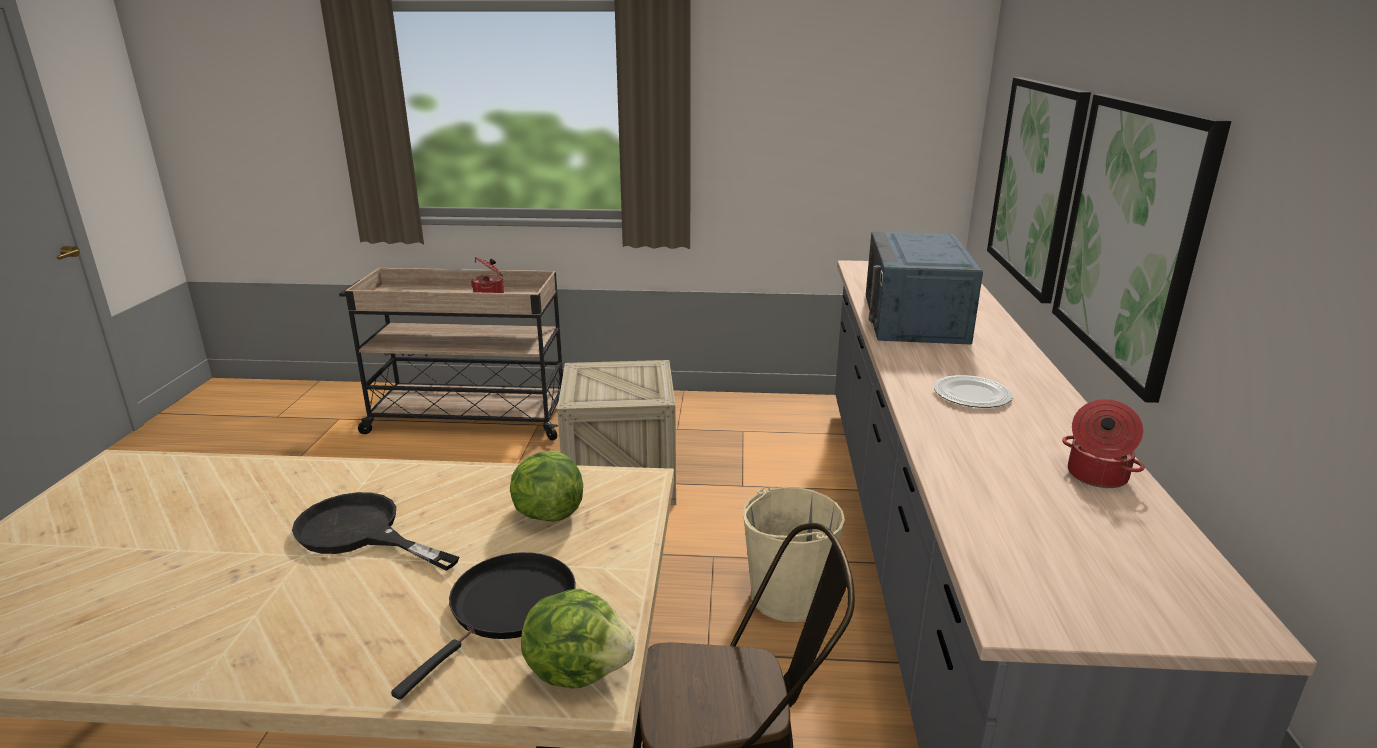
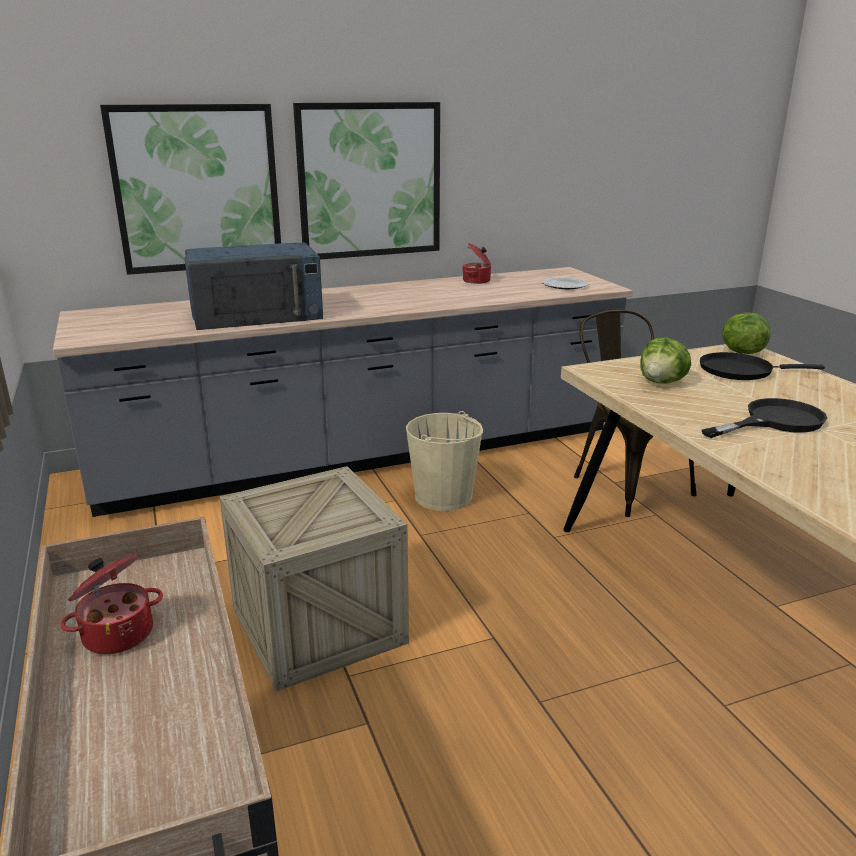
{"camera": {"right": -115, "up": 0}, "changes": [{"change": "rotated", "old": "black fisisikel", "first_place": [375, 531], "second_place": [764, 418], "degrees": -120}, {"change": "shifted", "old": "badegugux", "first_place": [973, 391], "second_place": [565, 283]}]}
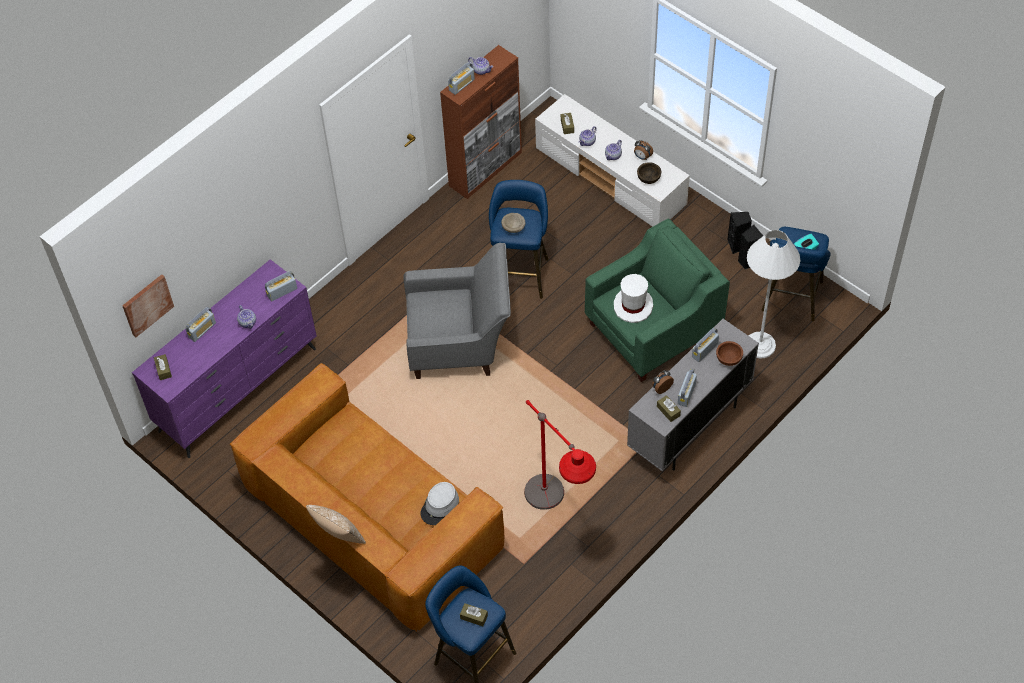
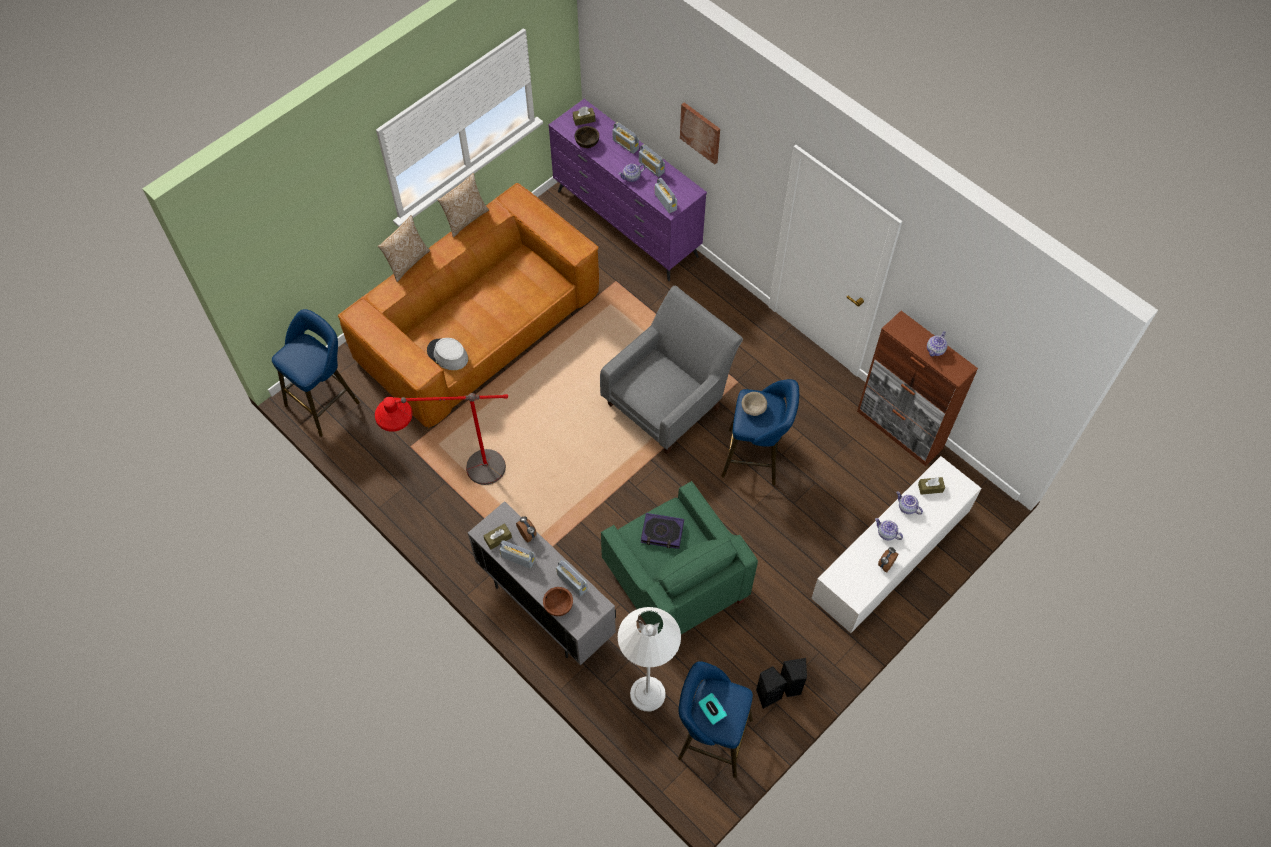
{"camera": {"right": 90, "up": 5}, "changes": [{"change": "shifted", "old": "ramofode", "first_place": [148, 305], "second_place": [700, 133]}, {"change": "rotated", "old": "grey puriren", "first_place": [457, 311], "second_place": [671, 370], "degrees": -135}, {"change": "shifted", "old": "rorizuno", "first_place": [461, 78], "second_place": [652, 160]}, {"change": "gone", "old": "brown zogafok", "first_place": [474, 614]}, {"change": "swapped", "old": "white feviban", "new": "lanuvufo", "first_place": [633, 298], "second_place": [662, 531]}, {"change": "shifted", "old": "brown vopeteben", "first_place": [649, 173], "second_place": [587, 137]}, {"change": "new", "new": "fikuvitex", "second_place": [463, 205]}]}
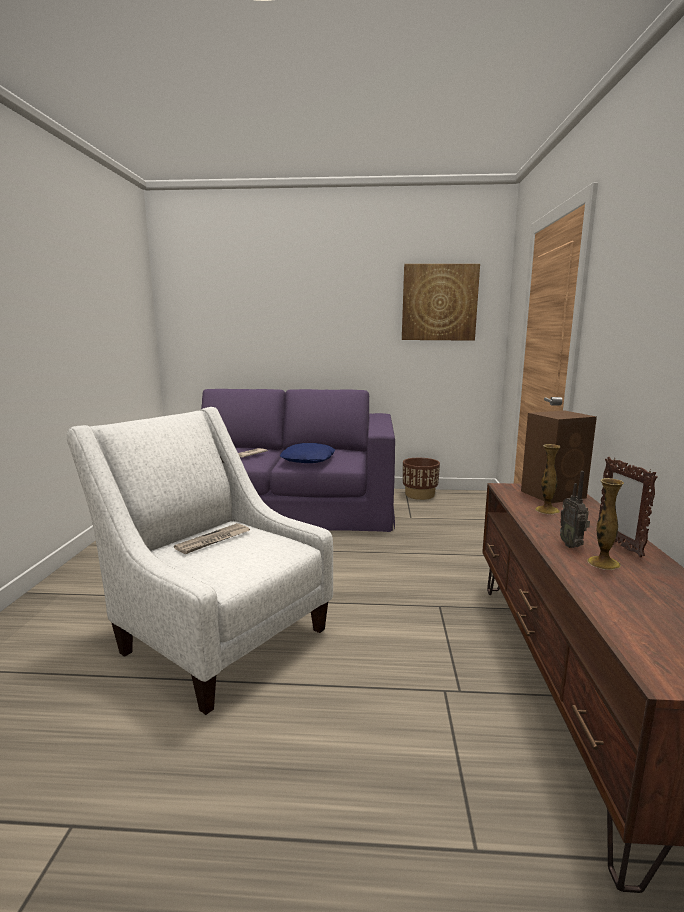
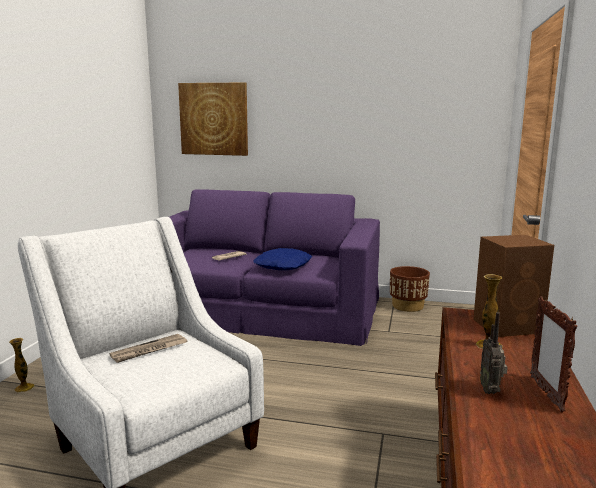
{"camera": {"right": 10, "up": 0}, "changes": [{"change": "shifted", "old": "ramofode", "first_place": [441, 302], "second_place": [213, 119]}, {"change": "shifted", "old": "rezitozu", "first_place": [605, 524], "second_place": [22, 365]}]}
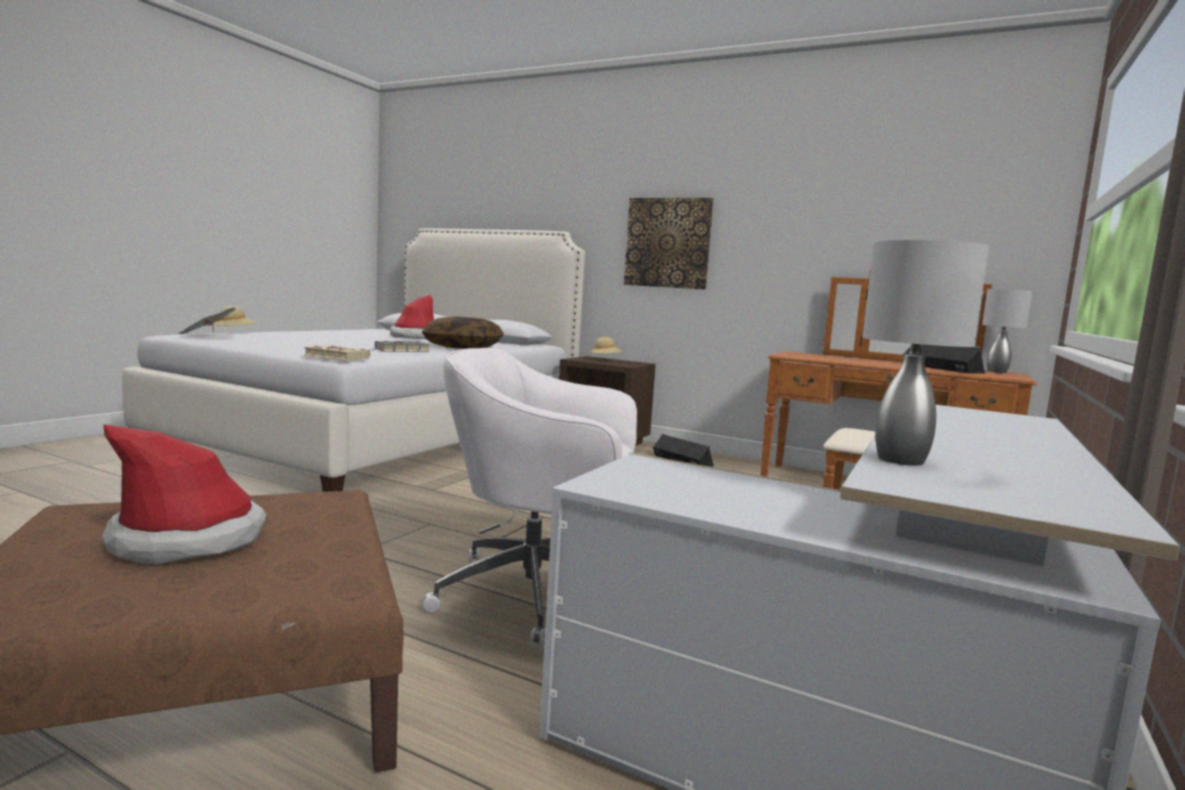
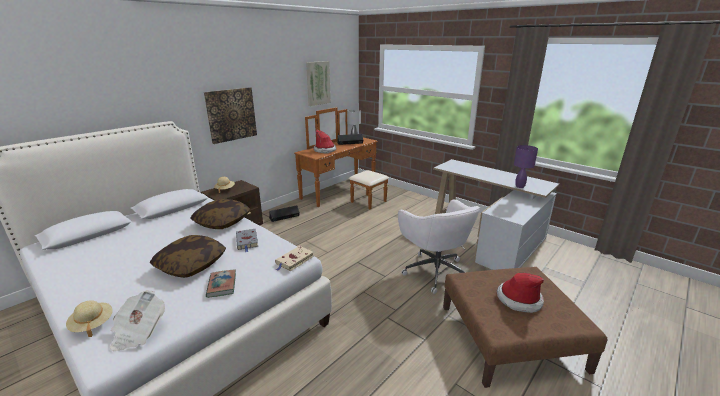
{"camera": {"right": -75, "up": 15}, "changes": [{"change": "shifted", "old": "feviban", "first_place": [412, 317], "second_place": [325, 141]}, {"change": "rotated", "old": "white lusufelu", "first_place": [529, 498], "second_place": [439, 247], "degrees": -45}, {"change": "repainted", "old": "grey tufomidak", "new": "purple tufomidak", "first_place": [925, 353], "second_place": [526, 166]}, {"change": "new", "new": "fikuvitex", "second_place": [188, 256]}, {"change": "new", "new": "lanuvufo", "second_place": [221, 283]}, {"change": "new", "new": "ramofode", "second_place": [318, 83]}]}
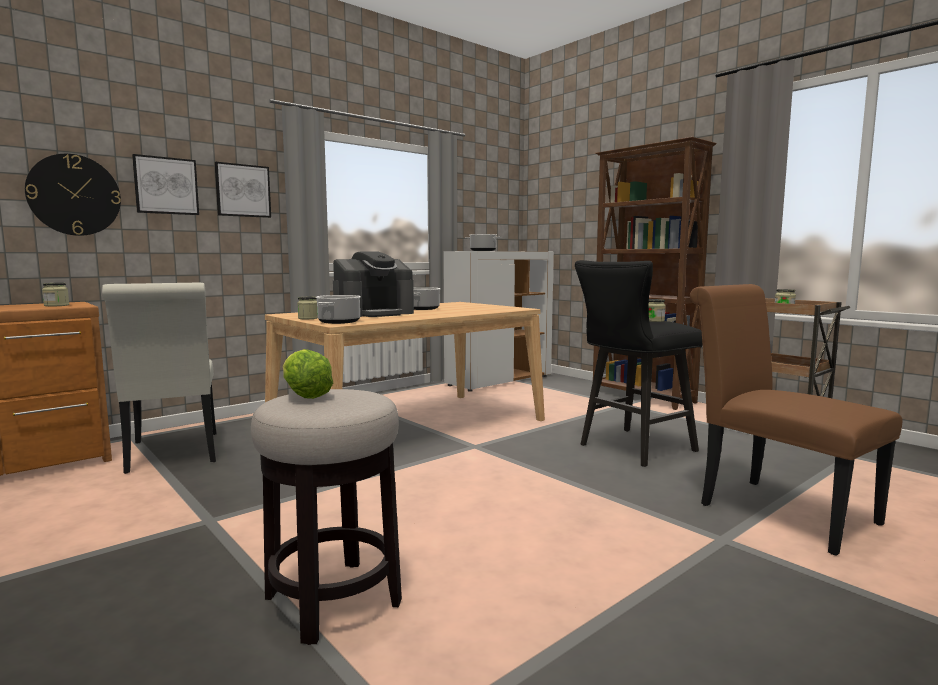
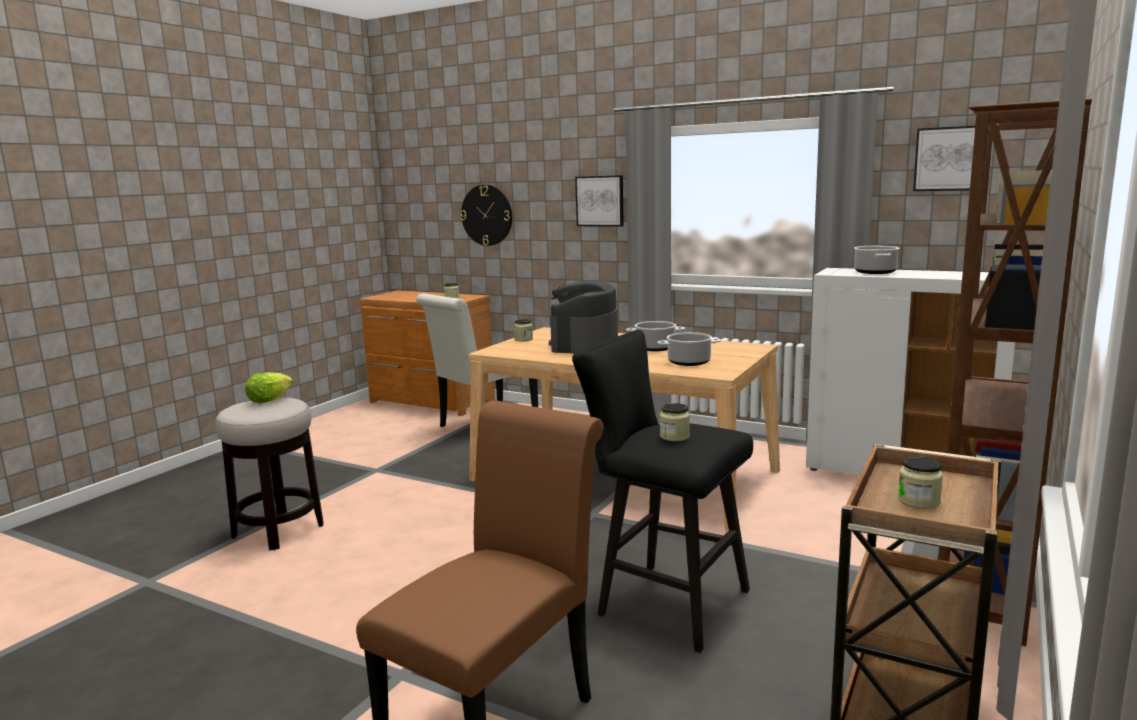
{"camera": {"right": 70, "up": 5}, "changes": [{"change": "shifted", "old": "ramofode", "first_place": [165, 184], "second_place": [944, 158]}, {"change": "shifted", "old": "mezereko", "first_place": [338, 309], "second_place": [689, 349]}, {"change": "rotated", "old": "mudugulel", "first_place": [373, 284], "second_place": [583, 317], "degrees": 75}]}
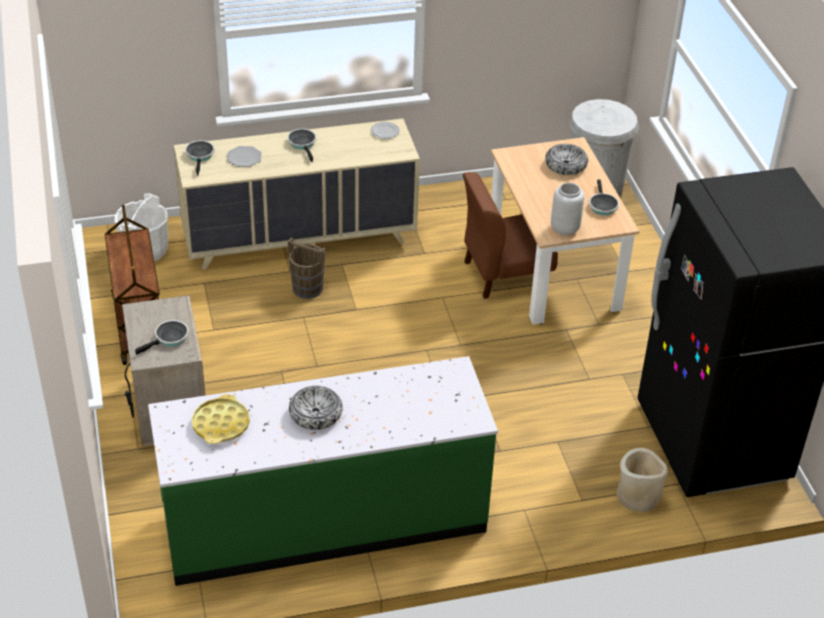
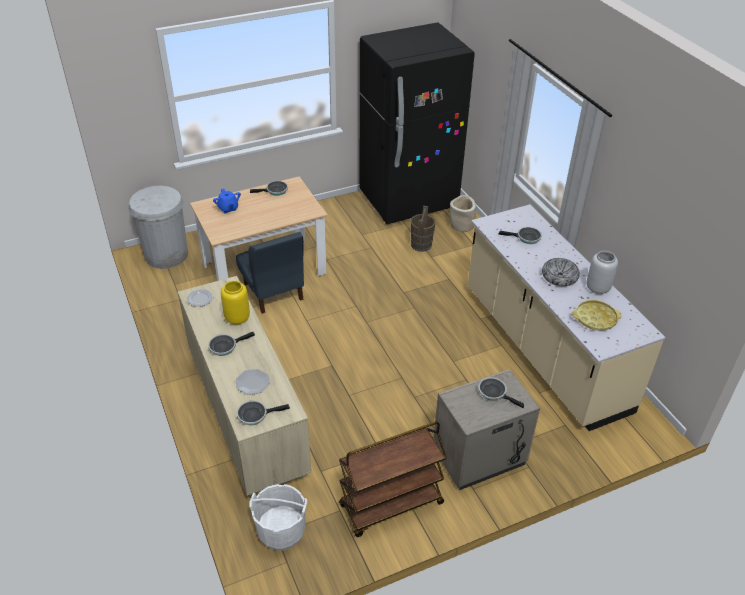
{"camera": {"right": -100, "up": 0}, "changes": [{"change": "repainted", "old": "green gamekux", "new": "beige gamekux", "first_place": [323, 471], "second_place": [567, 317]}, {"change": "shifted", "old": "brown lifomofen", "first_place": [307, 268], "second_place": [422, 229]}, {"change": "repainted", "old": "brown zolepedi", "new": "blue zolepedi", "first_place": [510, 235], "second_place": [270, 273]}, {"change": "swapped", "old": "vopeteben", "new": "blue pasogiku", "first_place": [566, 159], "second_place": [227, 200]}, {"change": "shifted", "old": "grey rezitozu", "first_place": [567, 209], "second_place": [602, 272]}, {"change": "new", "new": "yellow rezitozu", "second_place": [235, 303]}, {"change": "new", "new": "fisisikel", "second_place": [520, 235]}]}
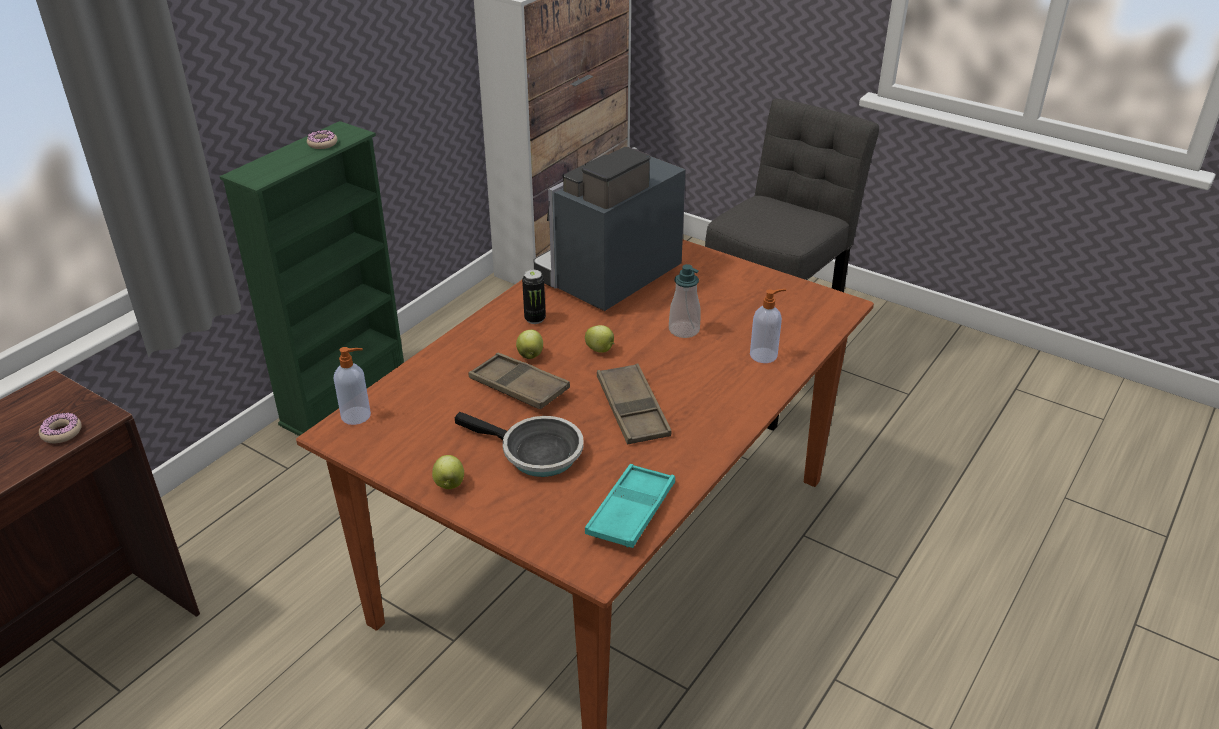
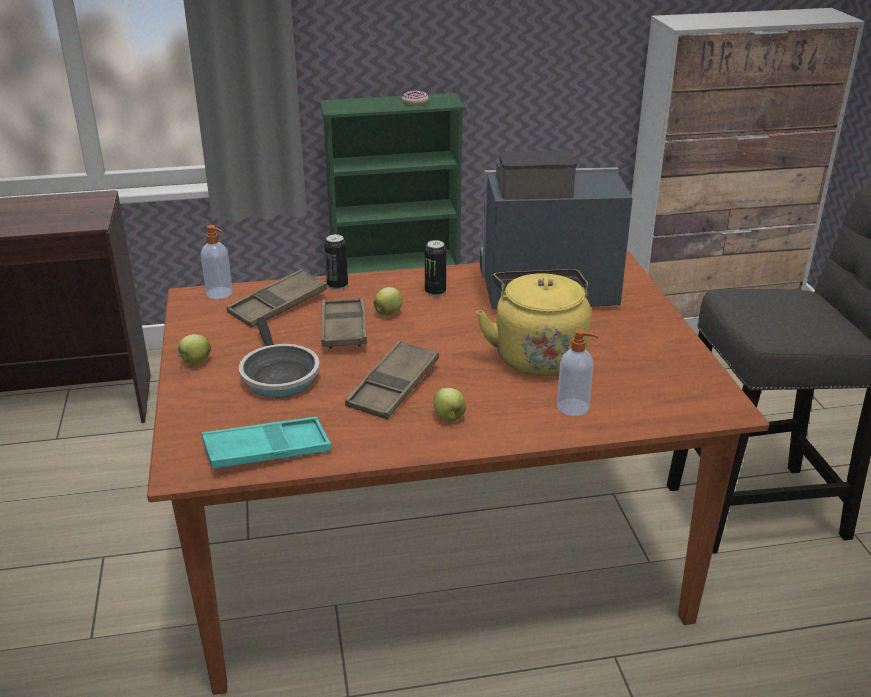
{"camera": {"right": 45, "up": -5}, "changes": [{"change": "gone", "old": "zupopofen", "first_place": [60, 427]}, {"change": "shifted", "old": "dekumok", "first_place": [599, 339], "second_place": [450, 405]}, {"change": "swapped", "old": "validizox", "new": "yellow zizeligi", "first_place": [685, 301], "second_place": [533, 322]}, {"change": "new", "new": "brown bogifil", "second_place": [277, 298]}, {"change": "new", "new": "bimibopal", "second_place": [336, 262]}]}
